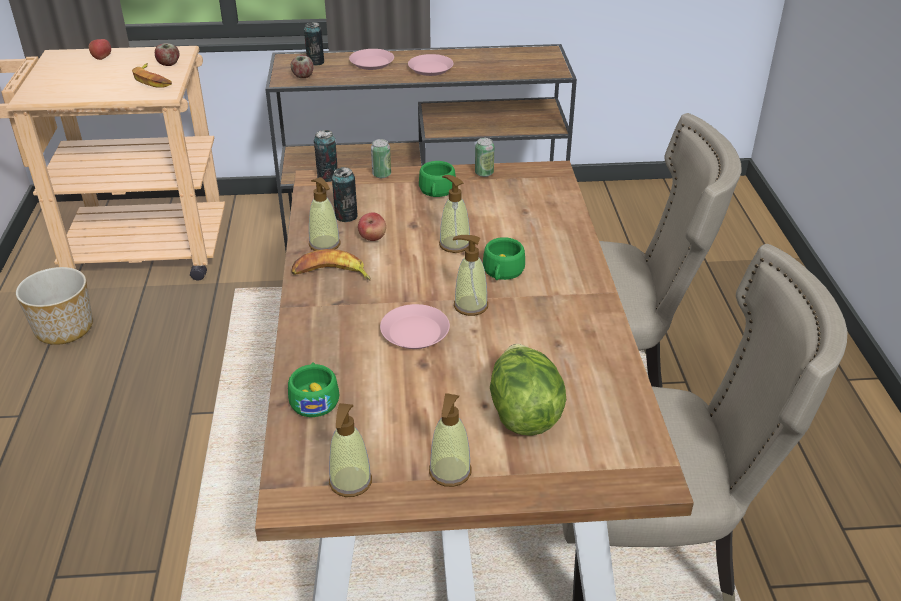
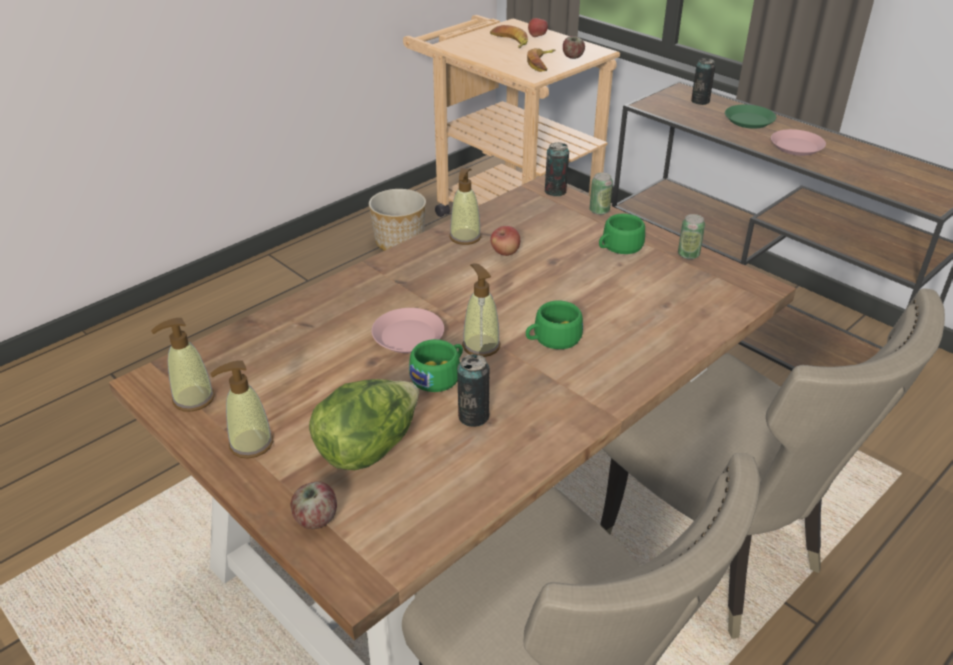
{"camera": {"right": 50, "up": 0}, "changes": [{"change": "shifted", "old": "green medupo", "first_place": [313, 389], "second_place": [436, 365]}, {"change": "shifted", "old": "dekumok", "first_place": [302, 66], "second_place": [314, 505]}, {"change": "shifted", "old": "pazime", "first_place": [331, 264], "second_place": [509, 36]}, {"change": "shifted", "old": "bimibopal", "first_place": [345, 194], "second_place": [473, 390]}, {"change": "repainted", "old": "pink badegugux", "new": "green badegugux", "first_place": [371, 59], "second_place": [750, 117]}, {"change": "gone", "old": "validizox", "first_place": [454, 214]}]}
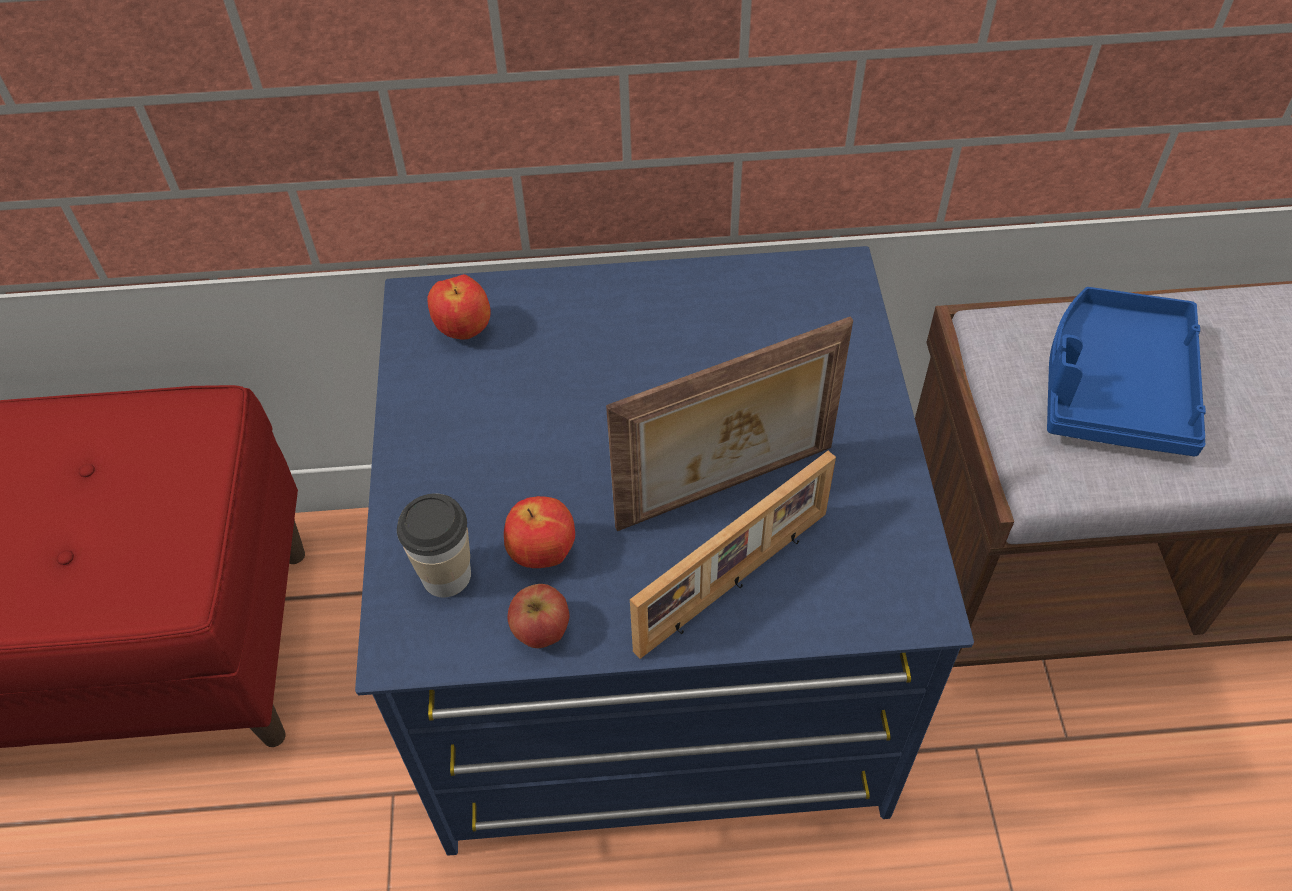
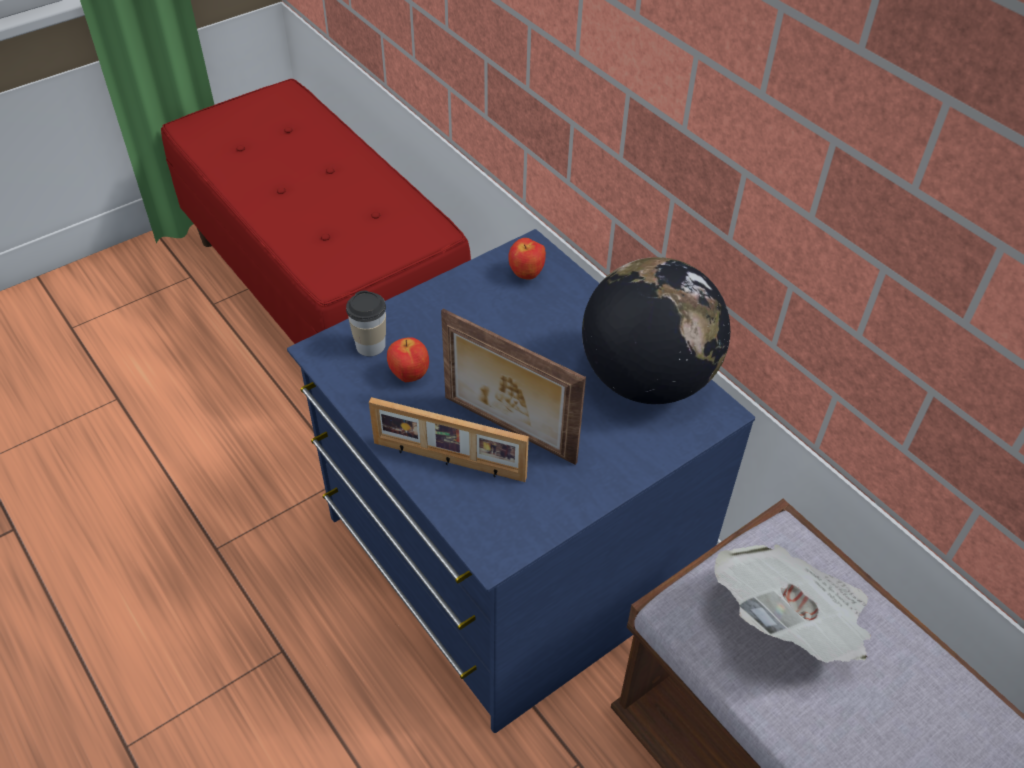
{"camera": {"right": 55, "up": -5}, "changes": [{"change": "gone", "old": "dekumok", "first_place": [538, 616]}, {"change": "swapped", "old": "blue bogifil", "new": "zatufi", "first_place": [1126, 371], "second_place": [792, 604]}, {"change": "new", "new": "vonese", "second_place": [656, 330]}]}
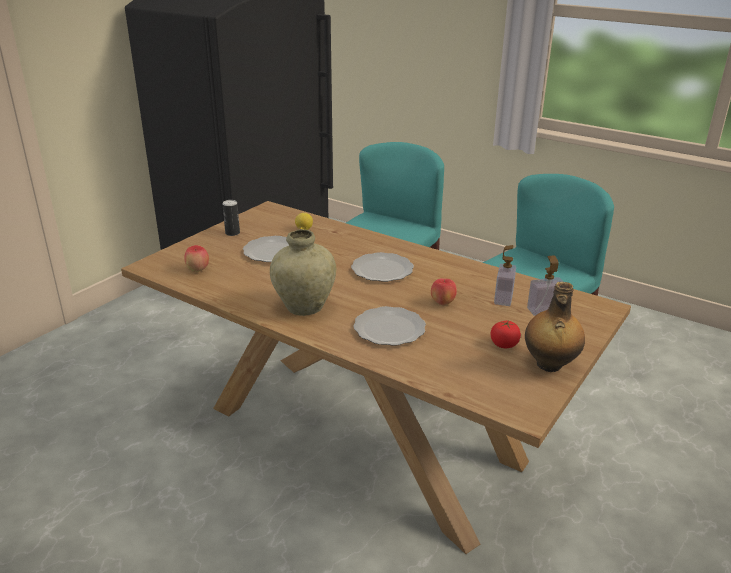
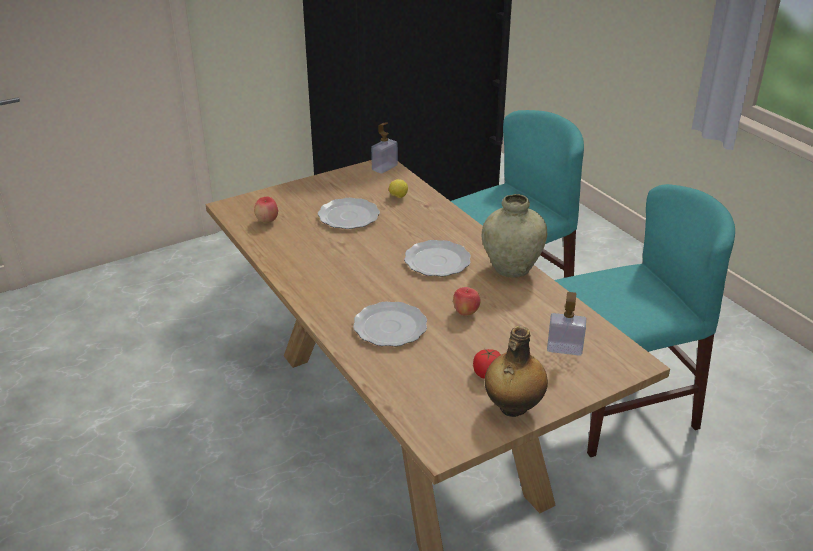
{"camera": {"right": 25, "up": 5}, "changes": [{"change": "gone", "old": "bimibopal", "first_place": [231, 218]}, {"change": "shifted", "old": "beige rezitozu", "first_place": [303, 272], "second_place": [514, 236]}, {"change": "shifted", "old": "validizox", "first_place": [505, 275], "second_place": [384, 148]}]}
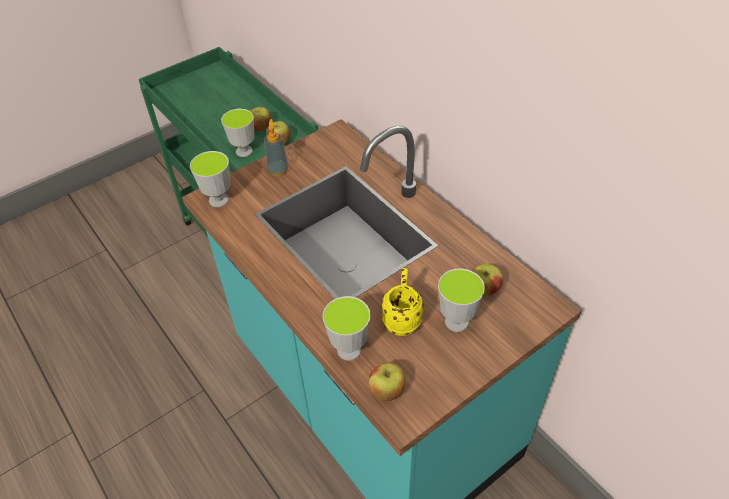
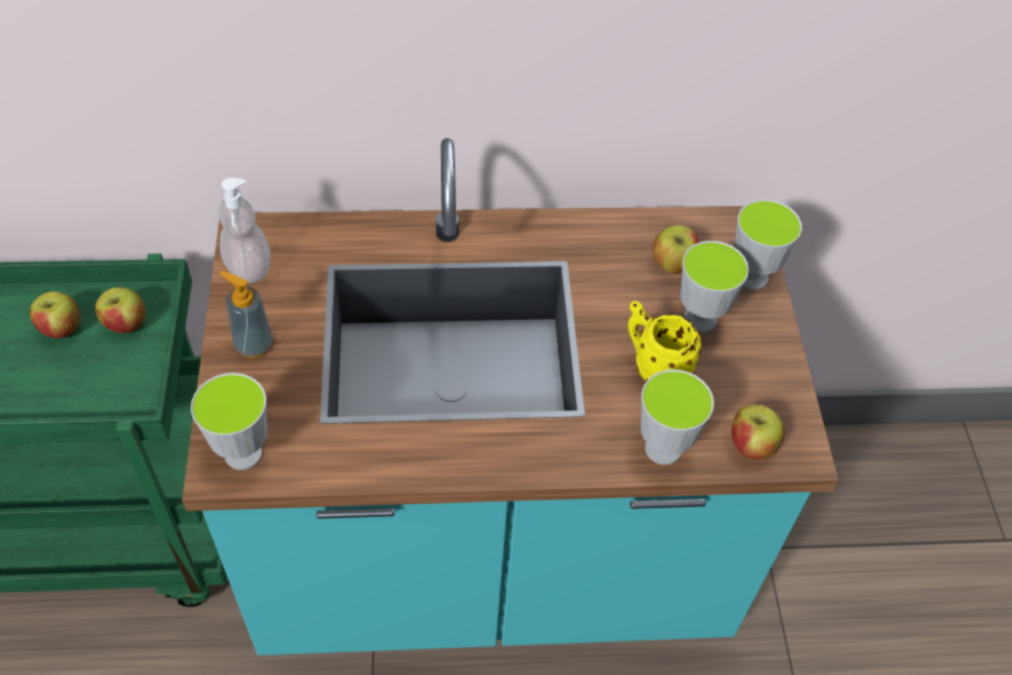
{"camera": {"right": -60, "up": 5}, "changes": [{"change": "shifted", "old": "medupo", "first_place": [238, 133], "second_place": [768, 244]}, {"change": "new", "new": "validizox", "second_place": [244, 231]}]}
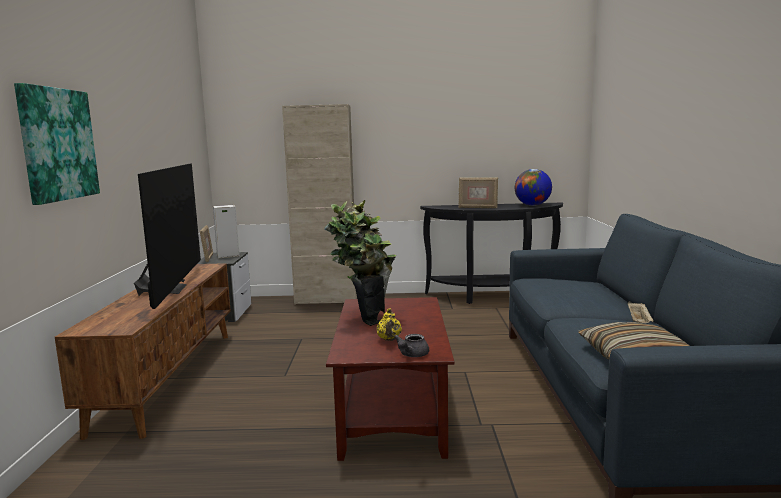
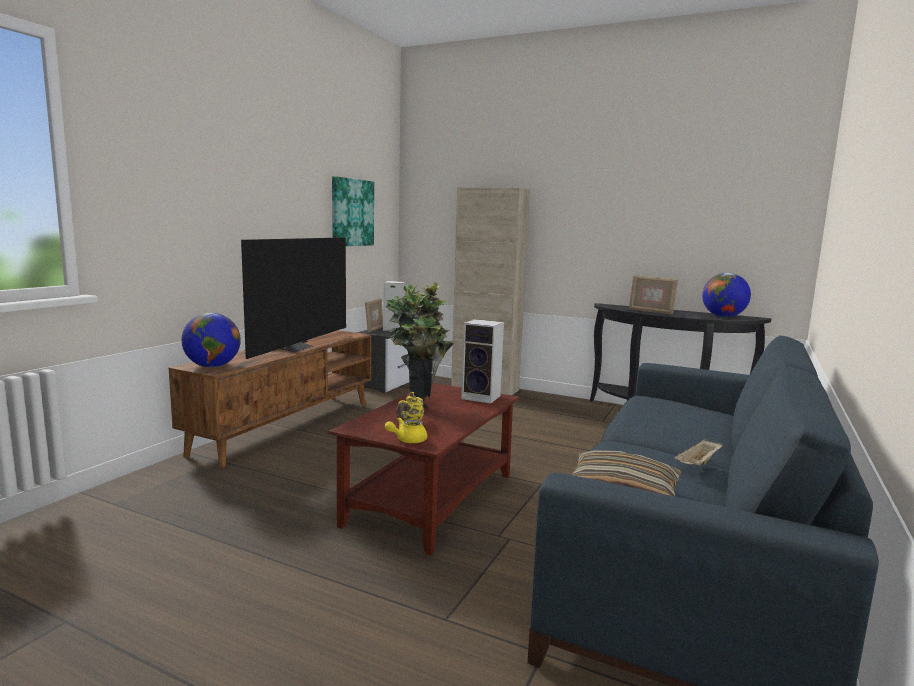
{"camera": {"right": 25, "up": 0}, "changes": [{"change": "shifted", "old": "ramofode", "first_place": [57, 144], "second_place": [353, 211]}, {"change": "repainted", "old": "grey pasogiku", "new": "yellow pasogiku", "first_place": [411, 345], "second_place": [406, 430]}, {"change": "new", "new": "vonese", "second_place": [211, 340]}, {"change": "new", "new": "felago", "second_place": [482, 361]}]}
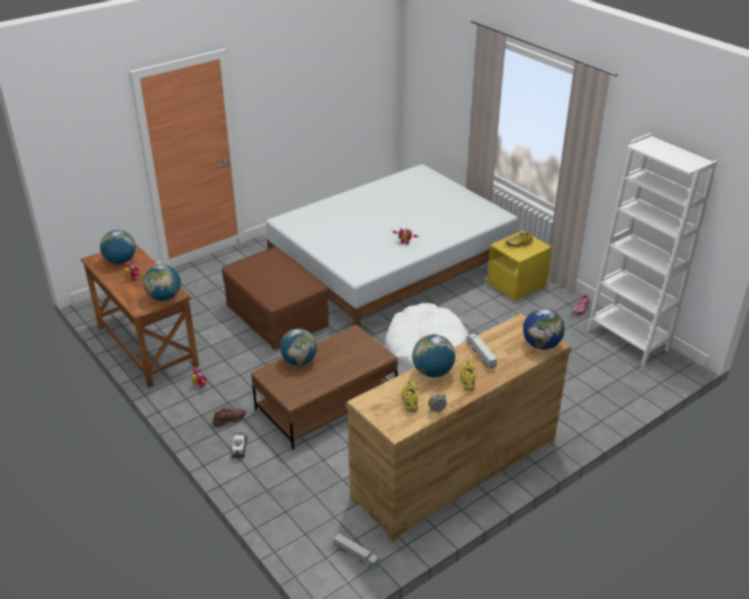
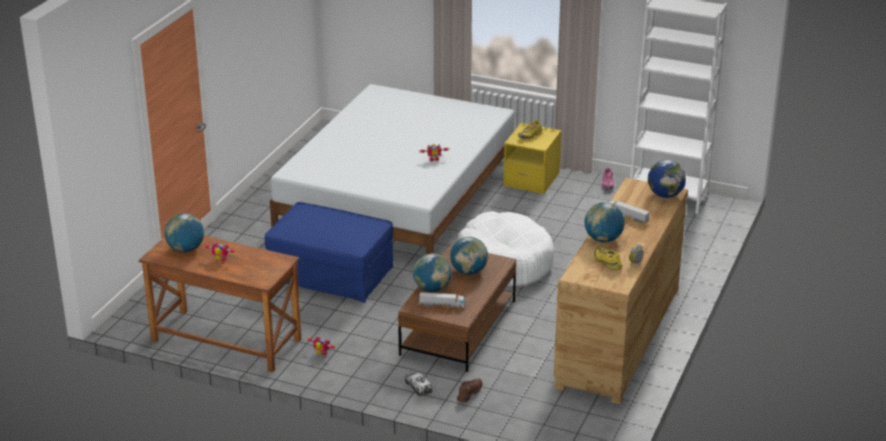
{"camera": {"right": -30, "up": -5}, "changes": [{"change": "shifted", "old": "vonese", "first_place": [162, 282], "second_place": [469, 256]}, {"change": "shifted", "old": "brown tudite", "first_place": [229, 417], "second_place": [469, 390]}, {"change": "repainted", "old": "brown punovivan", "new": "blue punovivan", "first_place": [275, 299], "second_place": [329, 252]}, {"change": "shifted", "old": "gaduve", "first_place": [356, 551], "second_place": [442, 300]}, {"change": "gone", "old": "yellow tudite", "first_place": [468, 376]}]}
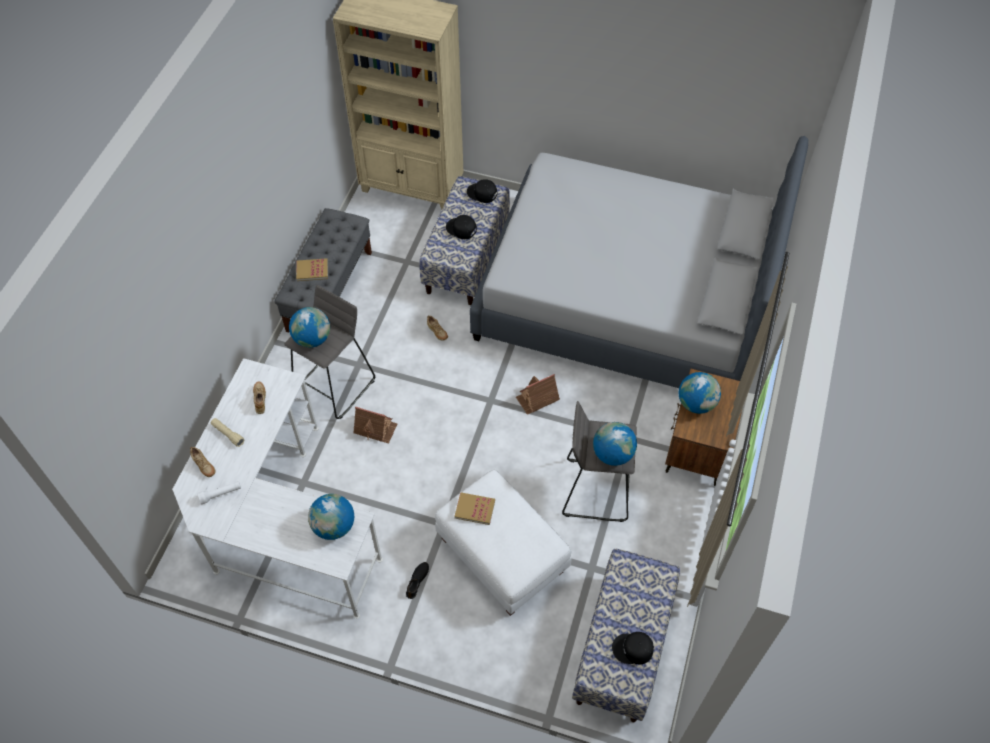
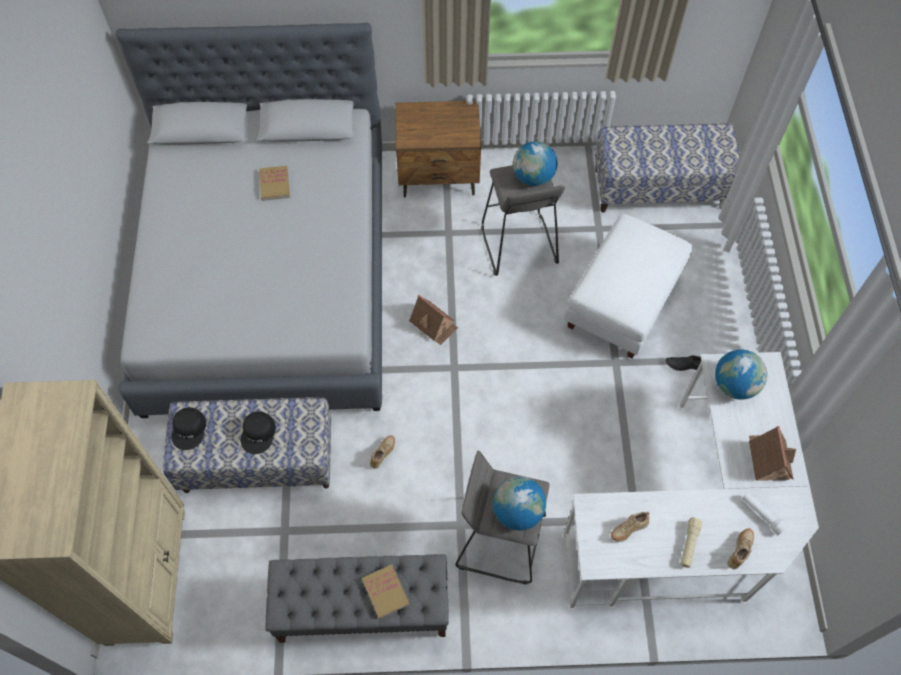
{"camera": {"right": -110, "up": 5}, "changes": [{"change": "shifted", "old": "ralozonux", "first_place": [375, 424], "second_place": [772, 453]}, {"change": "shifted", "old": "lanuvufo", "first_place": [474, 508], "second_place": [274, 183]}, {"change": "gone", "old": "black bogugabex", "first_place": [633, 648]}, {"change": "gone", "old": "vonese", "first_place": [700, 393]}]}
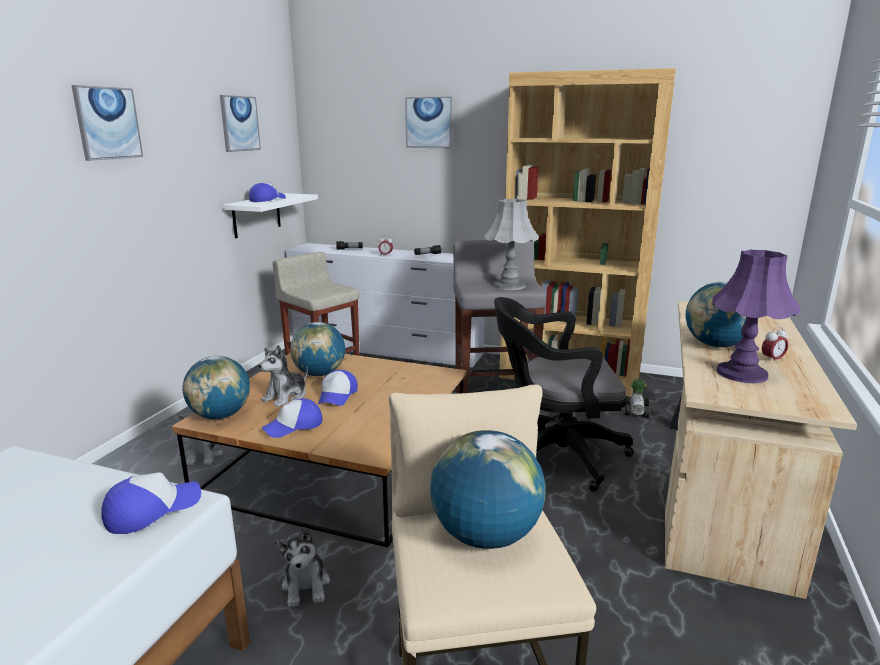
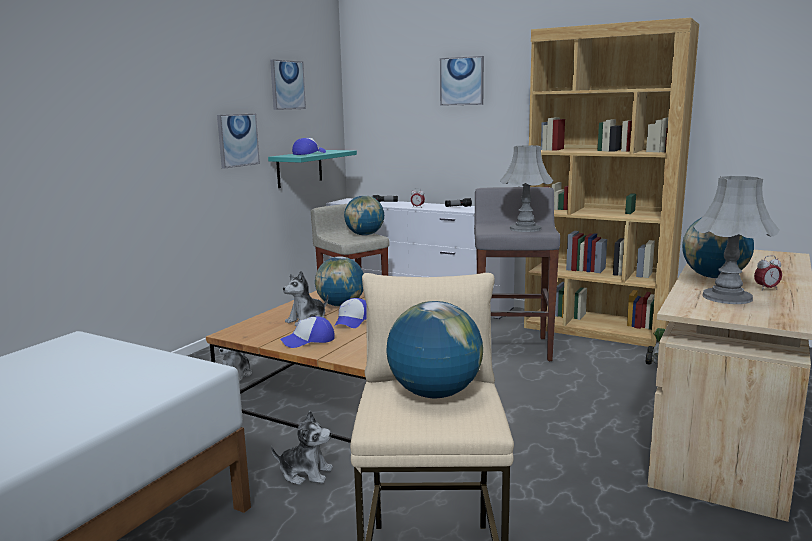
{"camera": {"right": 10, "up": -5}, "changes": [{"change": "shifted", "old": "ramofode", "first_place": [107, 123], "second_place": [238, 141]}, {"change": "gone", "old": "bogugabex", "first_place": [151, 503]}, {"change": "shifted", "old": "vonese", "first_place": [216, 387], "second_place": [364, 215]}, {"change": "repainted", "old": "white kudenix", "new": "turquoise kudenix", "first_place": [270, 215], "second_place": [312, 169]}, {"change": "rotated", "old": "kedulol", "first_place": [302, 567], "second_place": [302, 448], "degrees": -75}, {"change": "gone", "old": "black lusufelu", "first_place": [564, 394]}, {"change": "repainted", "old": "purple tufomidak", "new": "grey tufomidak", "first_place": [756, 316], "second_place": [737, 240]}]}
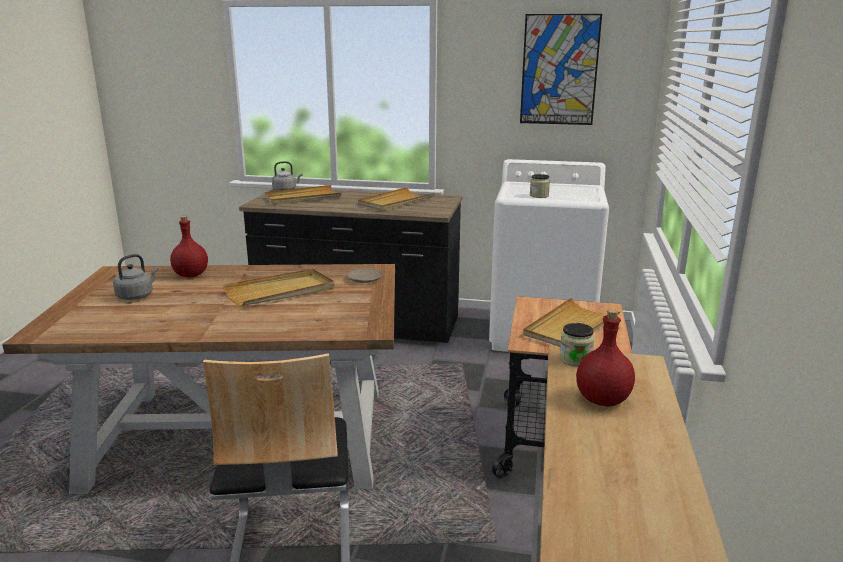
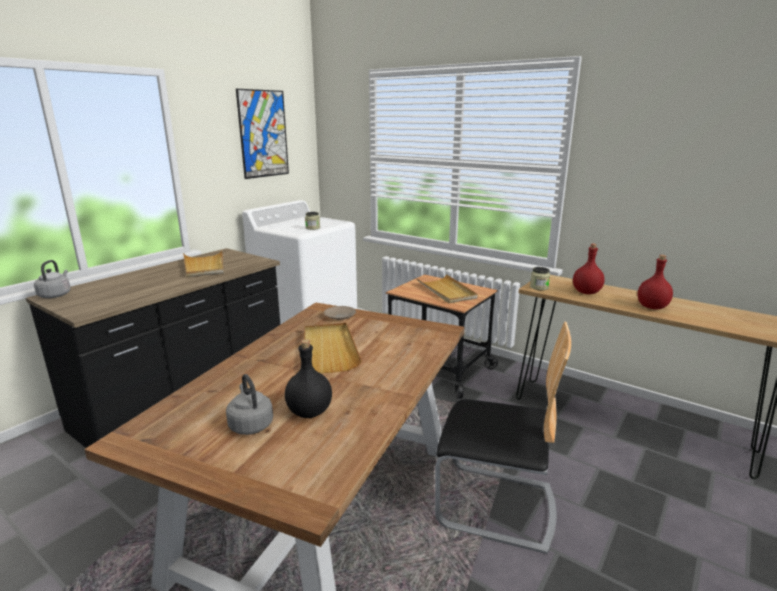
{"camera": {"right": -65, "up": 0}, "changes": [{"change": "shifted", "old": "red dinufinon", "first_place": [189, 246], "second_place": [655, 282]}, {"change": "gone", "old": "beige bogifil", "first_place": [303, 195]}, {"change": "new", "new": "black dinufinon", "second_place": [308, 378]}]}
